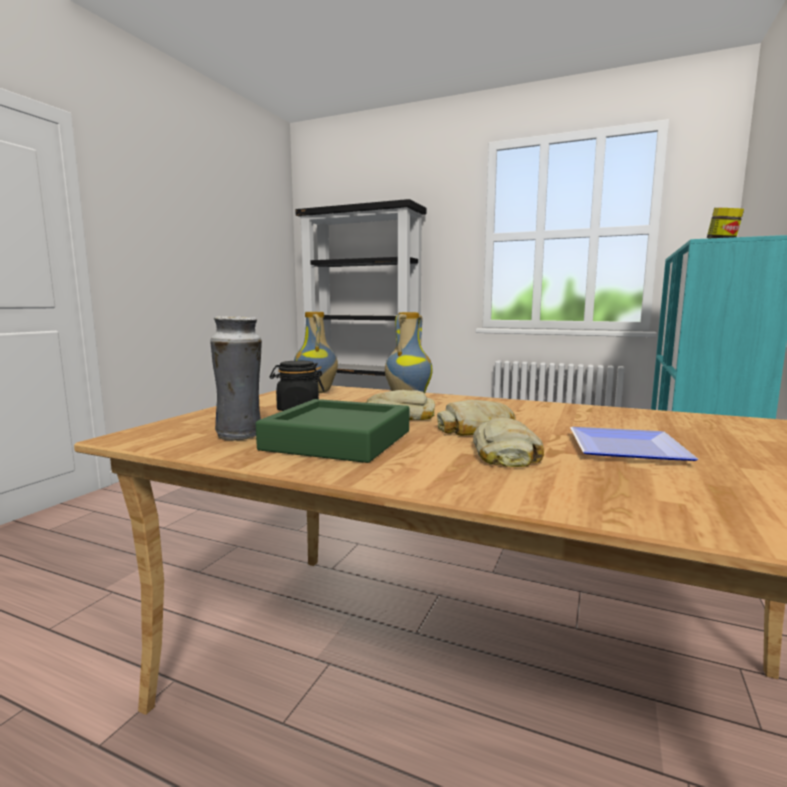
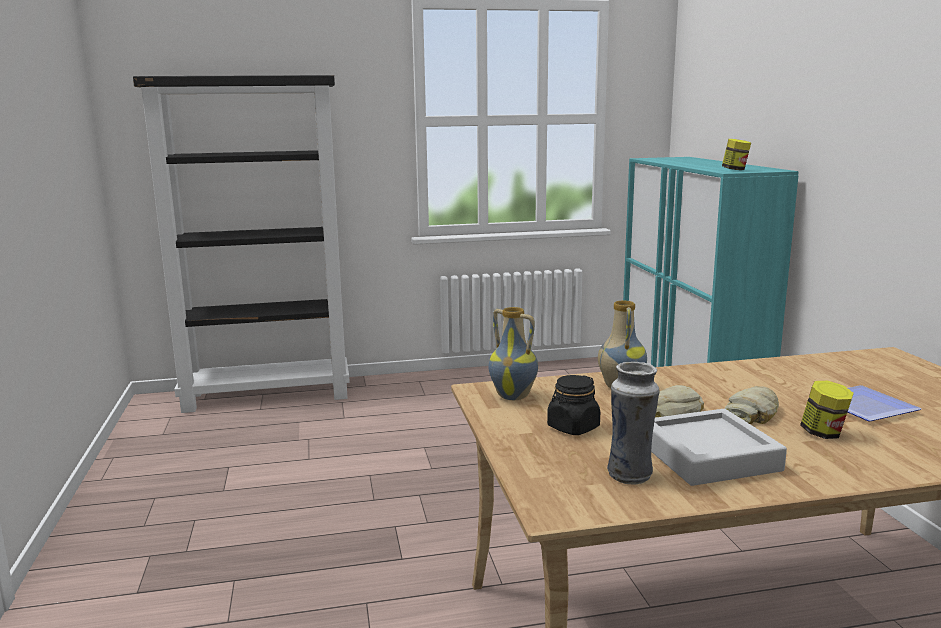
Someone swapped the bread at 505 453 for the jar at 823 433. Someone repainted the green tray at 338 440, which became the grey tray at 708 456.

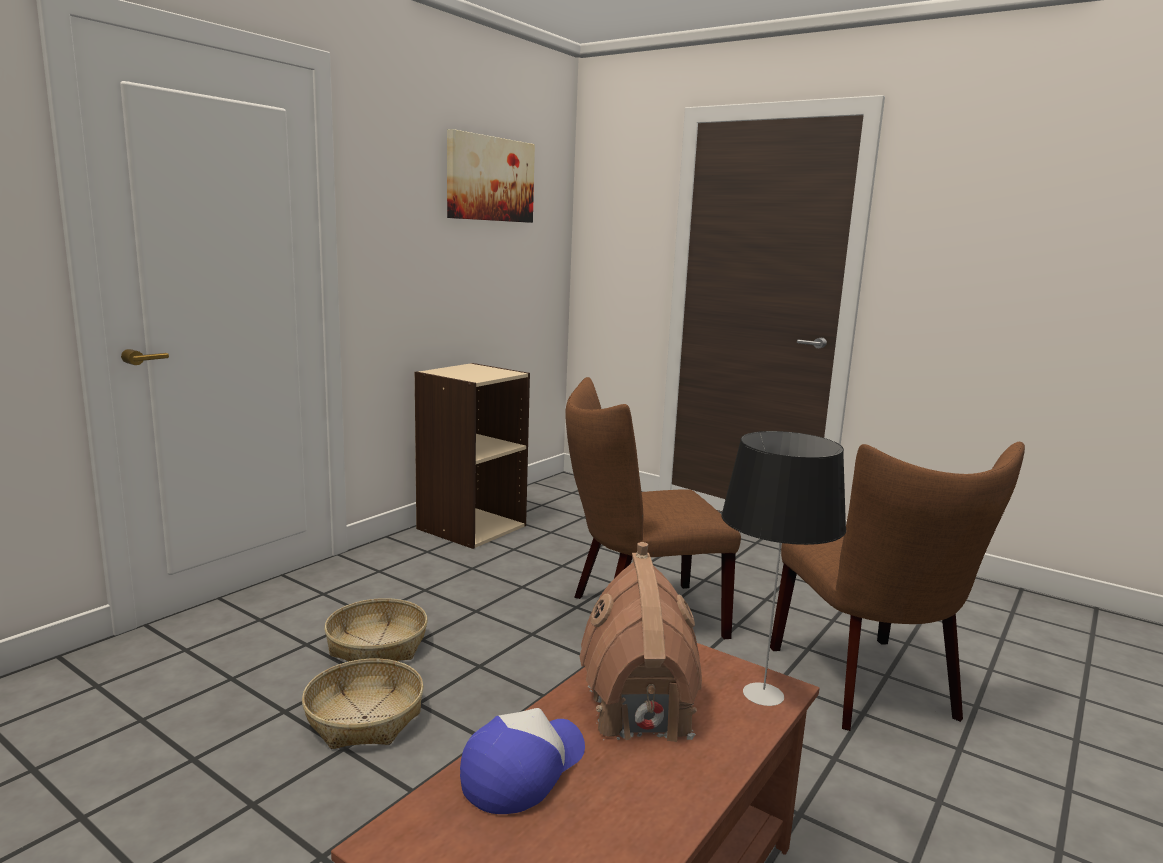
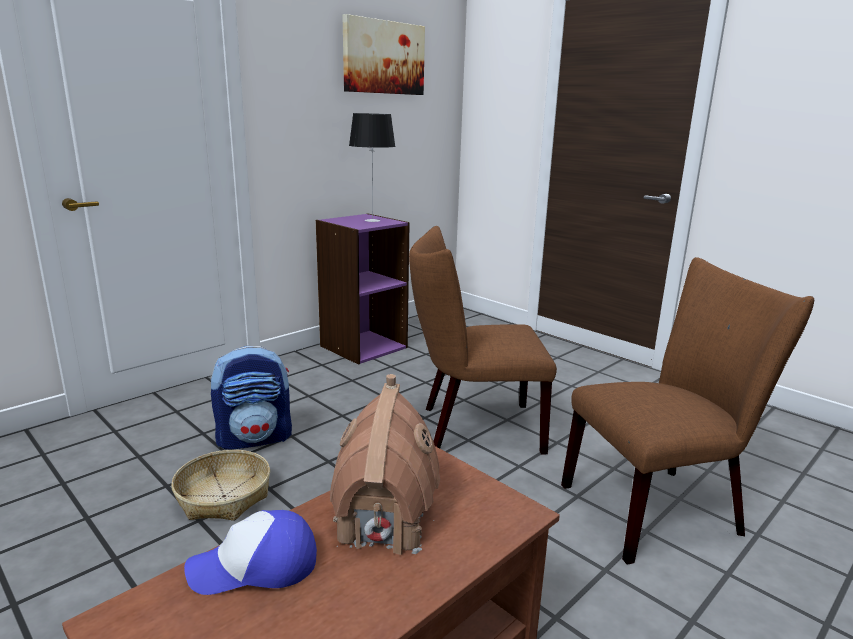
Someone carried the table lamp from 761 693 to 372 220. Someone swapped the basket at 377 645 for the backpack at 255 438. Someone repainted the beige bookcase at 471 527, which became the purple bookcase at 363 346. Someone rotated the cap at 523 769 by 150 degrees counterclockwise. Someone rotated the brown chair at 870 688 by 105 degrees counterclockwise.

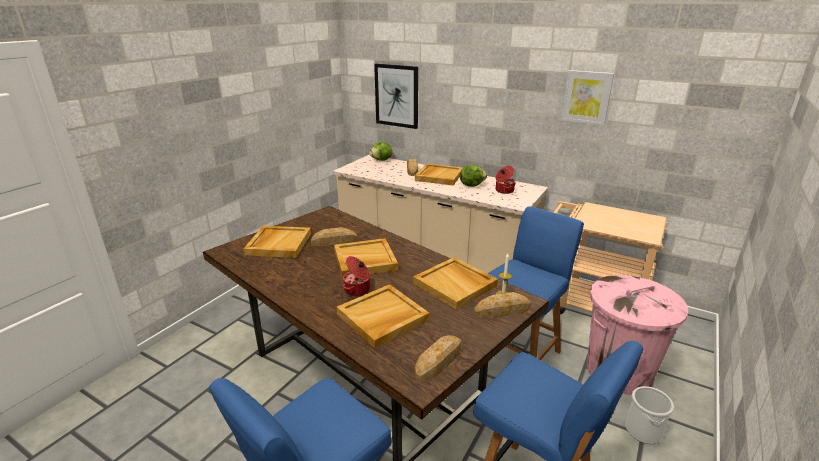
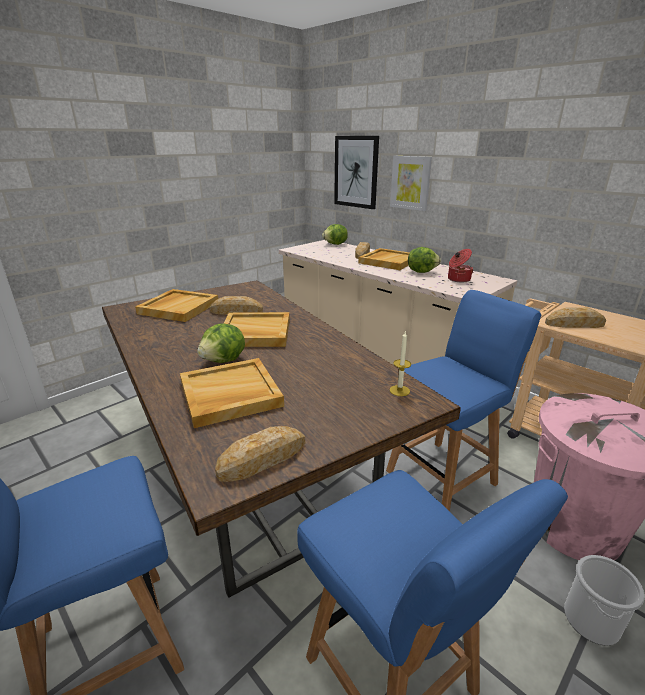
Someone took away the beige tray at 455 284. Someone carried the bread from 502 310 to 574 324. Someone carried the picture from 586 97 to 410 183. Someone swapped the cooking pot at 357 290 for the lettuce at 224 361.

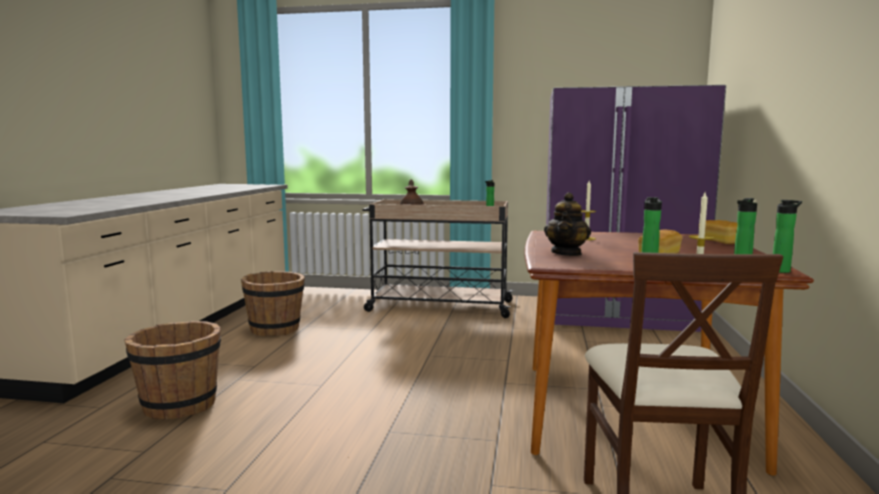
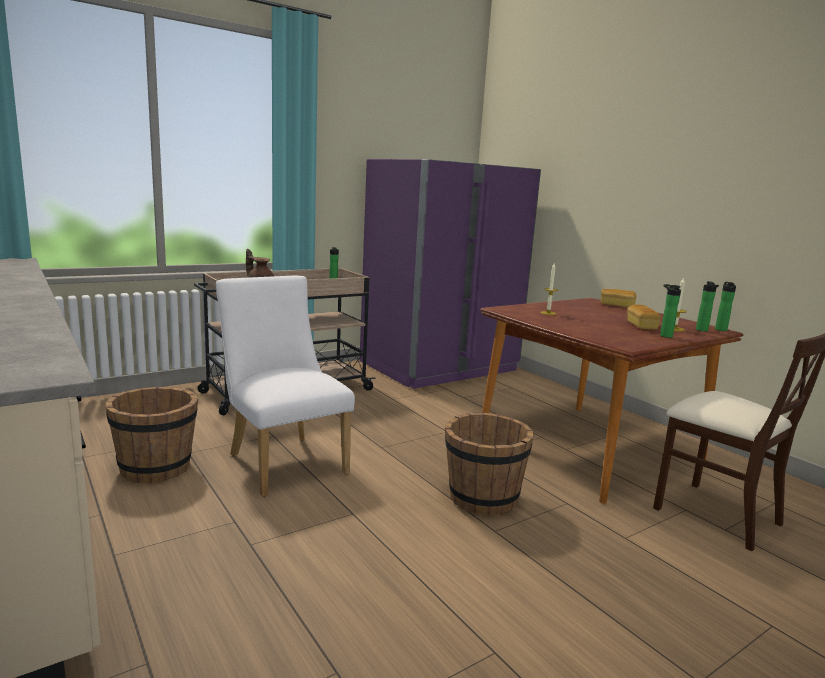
Someone took away the teapot at 567 253. Someone put down the white chair at 283 461. Someone carried the brown bucket from 179 405 to 482 498.

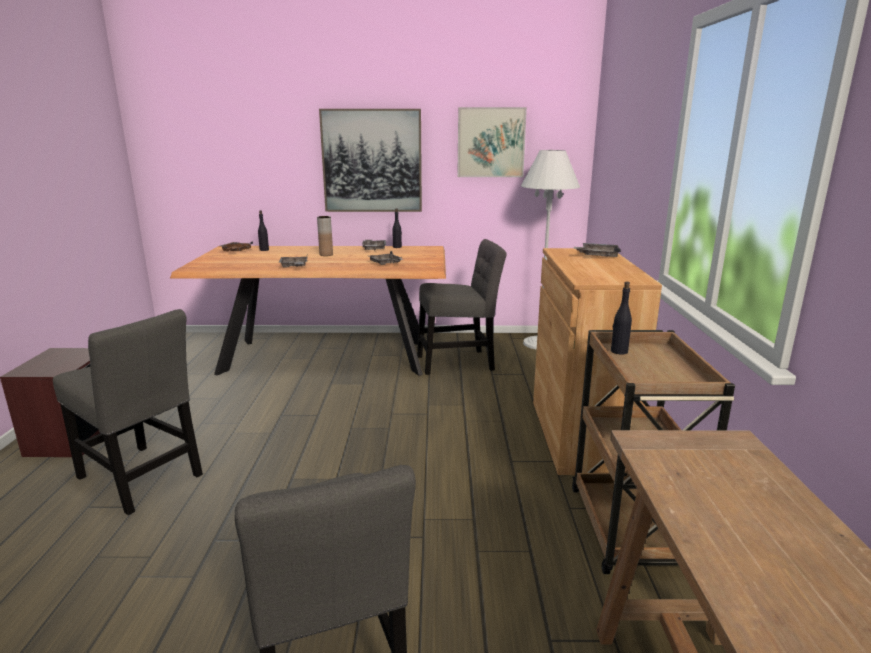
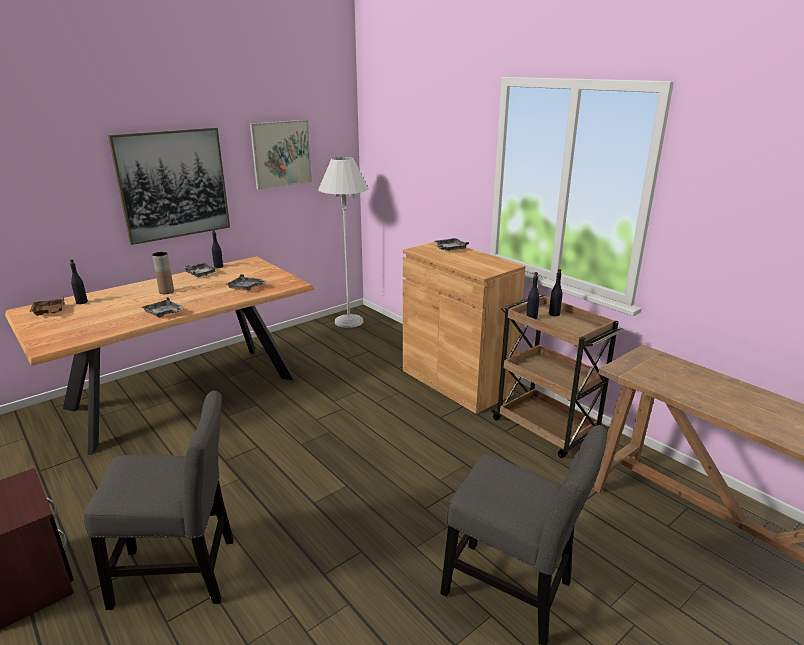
Someone took away the grey chair at 459 362. Someone put down the black bottle at 554 314.

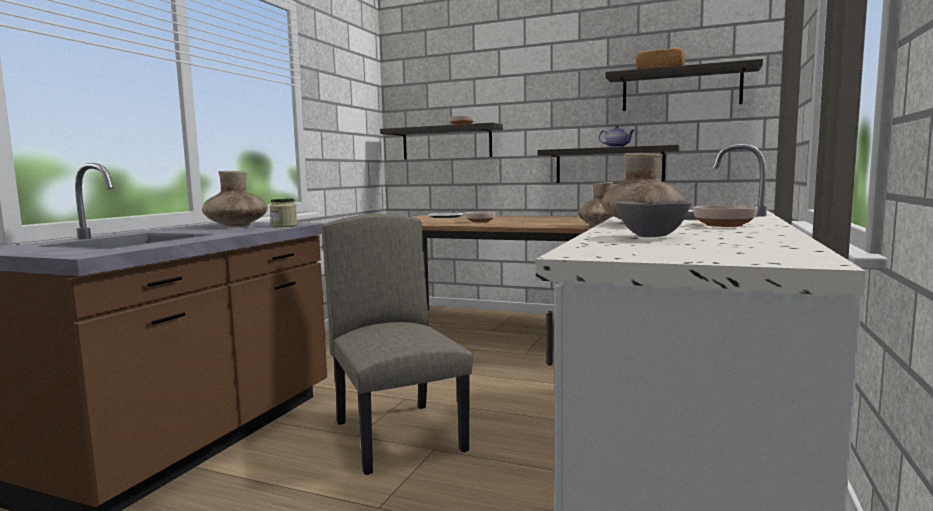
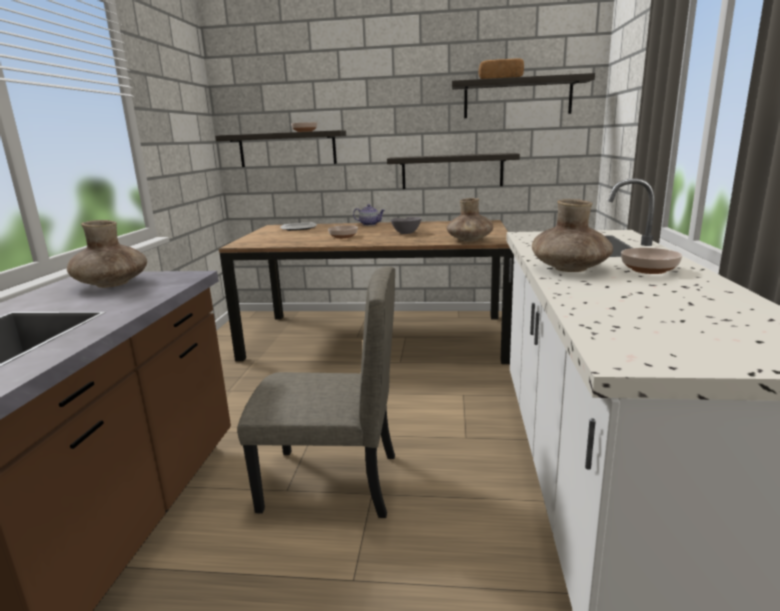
Someone took away the jar at 284 226. Someone carried the teapot from 617 147 to 370 224. Someone carried the grey bowl from 652 237 to 406 233. Someone rotated the beige chair at 399 436 by 135 degrees clockwise.

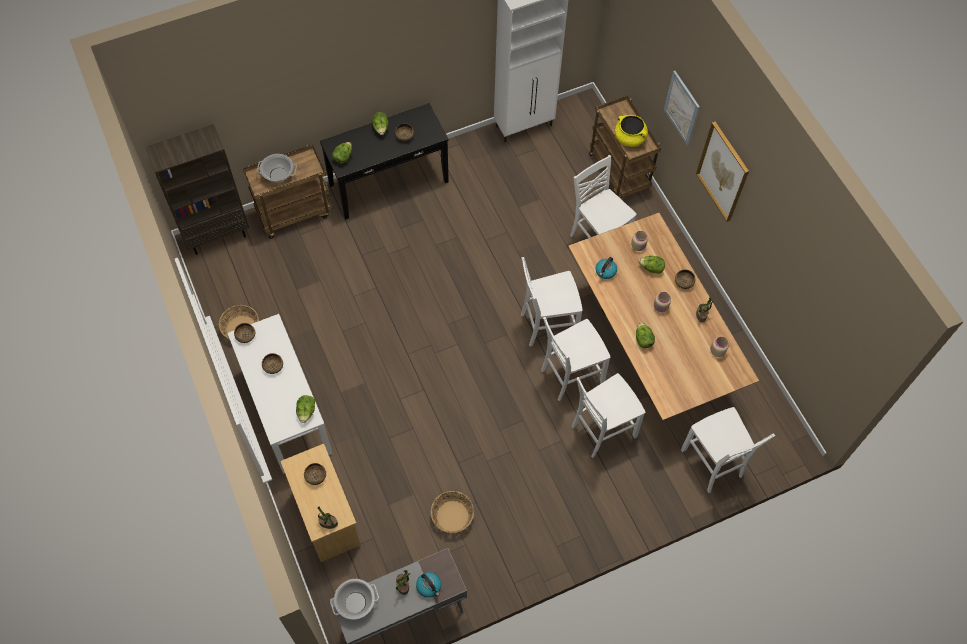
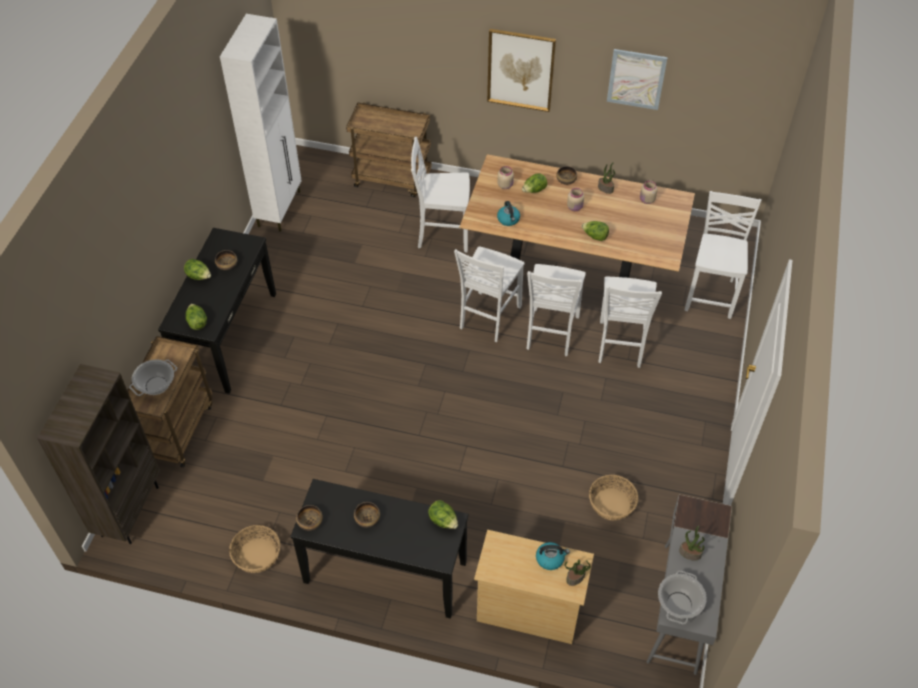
Someone took away the bowl at 315 476. Someone took away the yellow cooking pot at 630 138. Someone carried the kettle from 429 586 to 550 559. Someone carried the picture from 682 108 to 636 79. Someone repainted the white console table at 286 410, which became the black console table at 385 572. Someone rotated the white chair at 712 464 by 90 degrees counterclockwise.

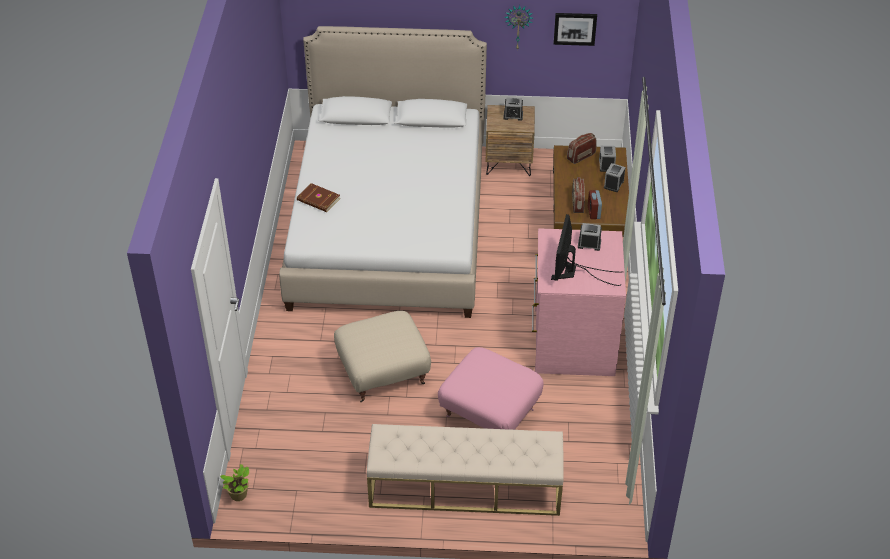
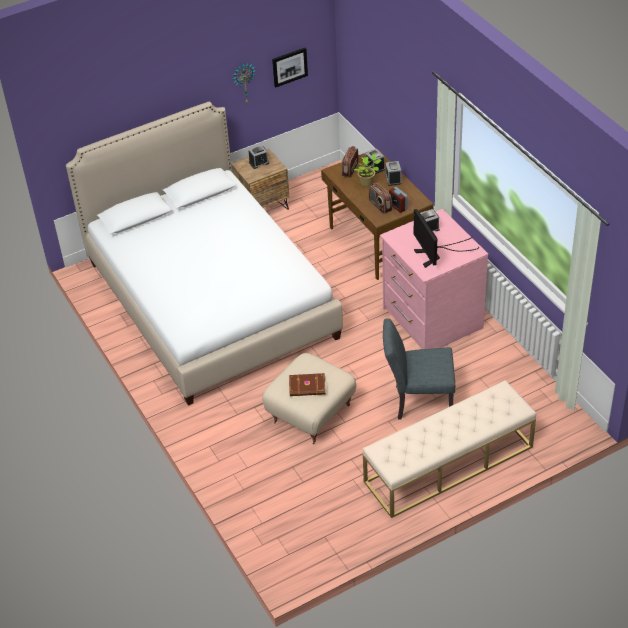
Someone carried the potted plant from 239 495 to 367 182. Someone carried the brown book from 318 200 to 307 387. Someone swapped the pink ottoman at 489 413 for the grey chair at 418 401.

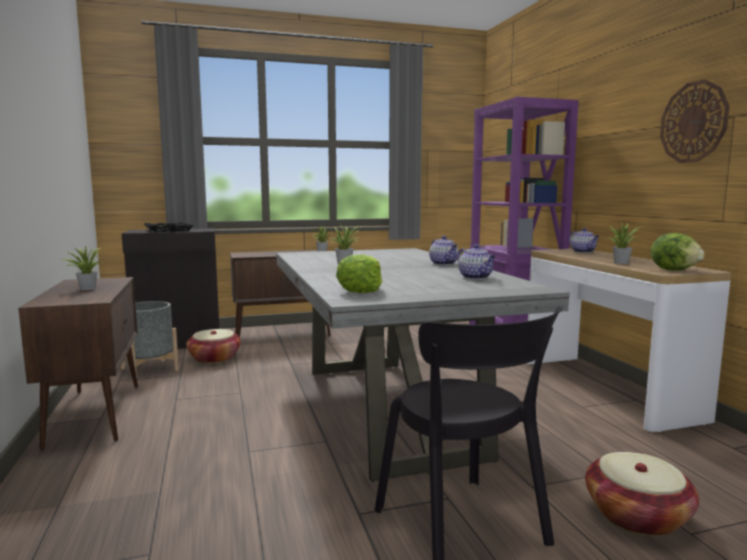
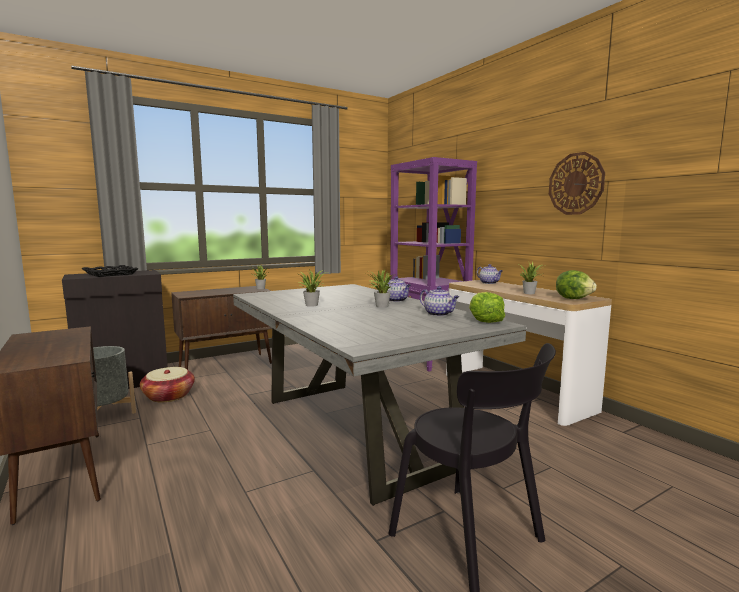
Someone took away the basket at 637 516. Someone carried the potted plant from 86 289 to 380 306. Someone carried the lettuce from 361 290 to 484 320.

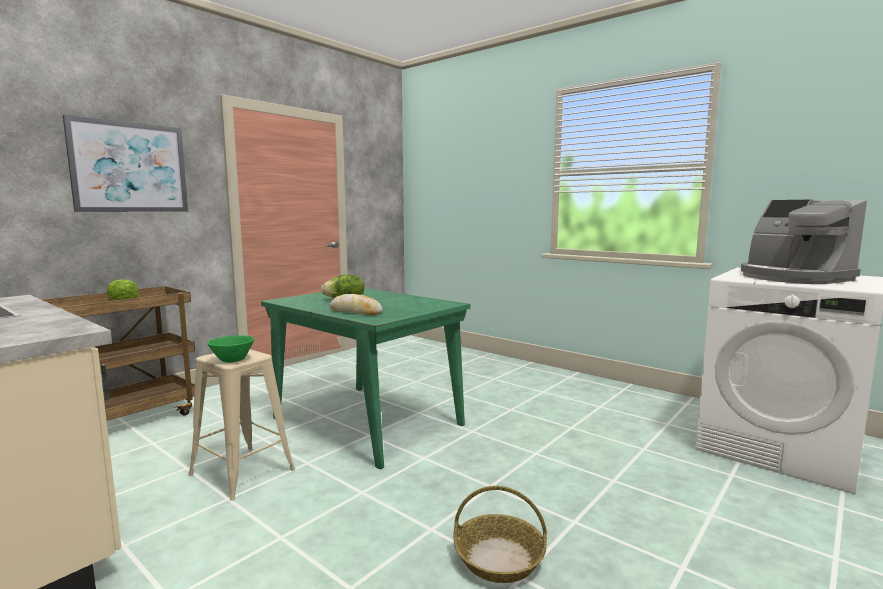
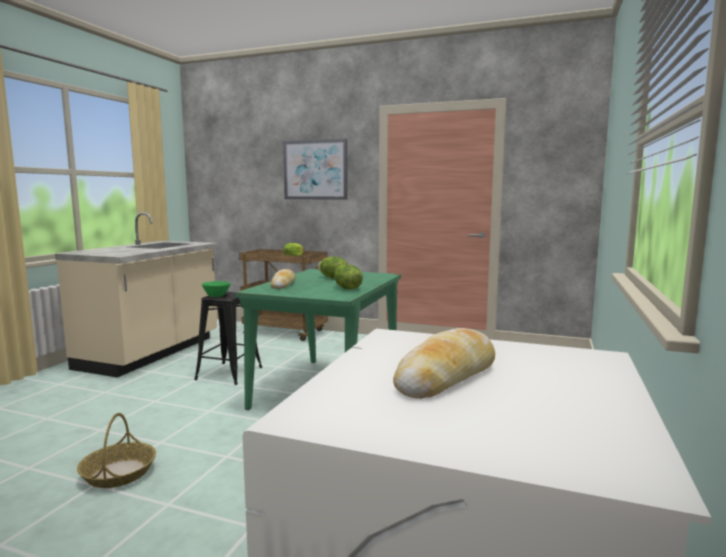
Someone put down the lettuce at 346 288. Someone swapped the coffee machine at 793 278 for the bread at 446 376. Someone repainted the beige stool at 242 472, which became the black stool at 229 373.

